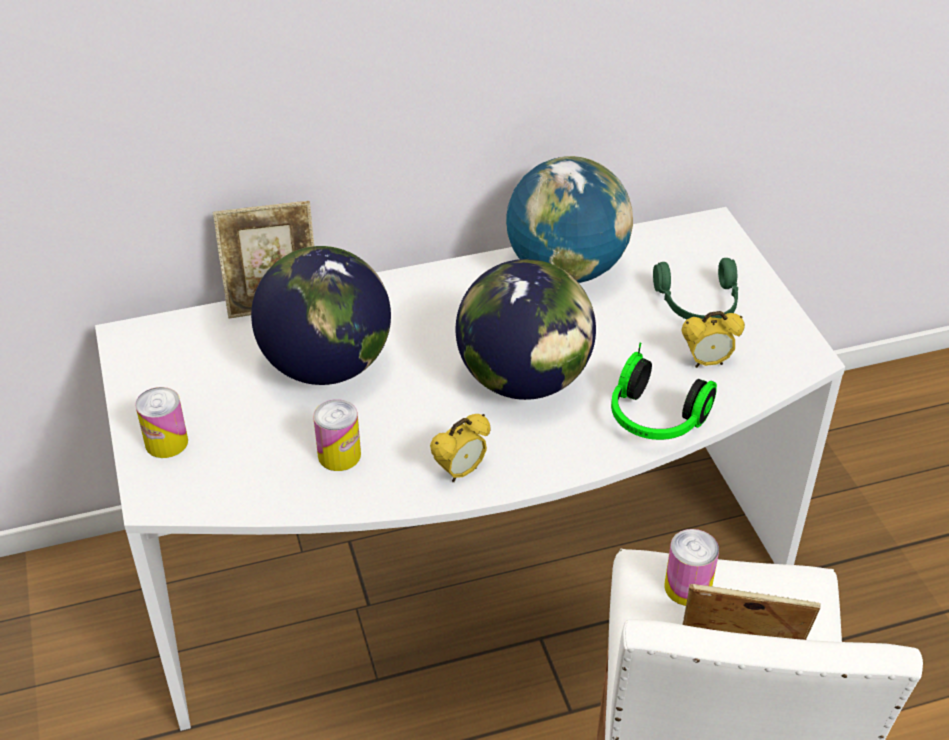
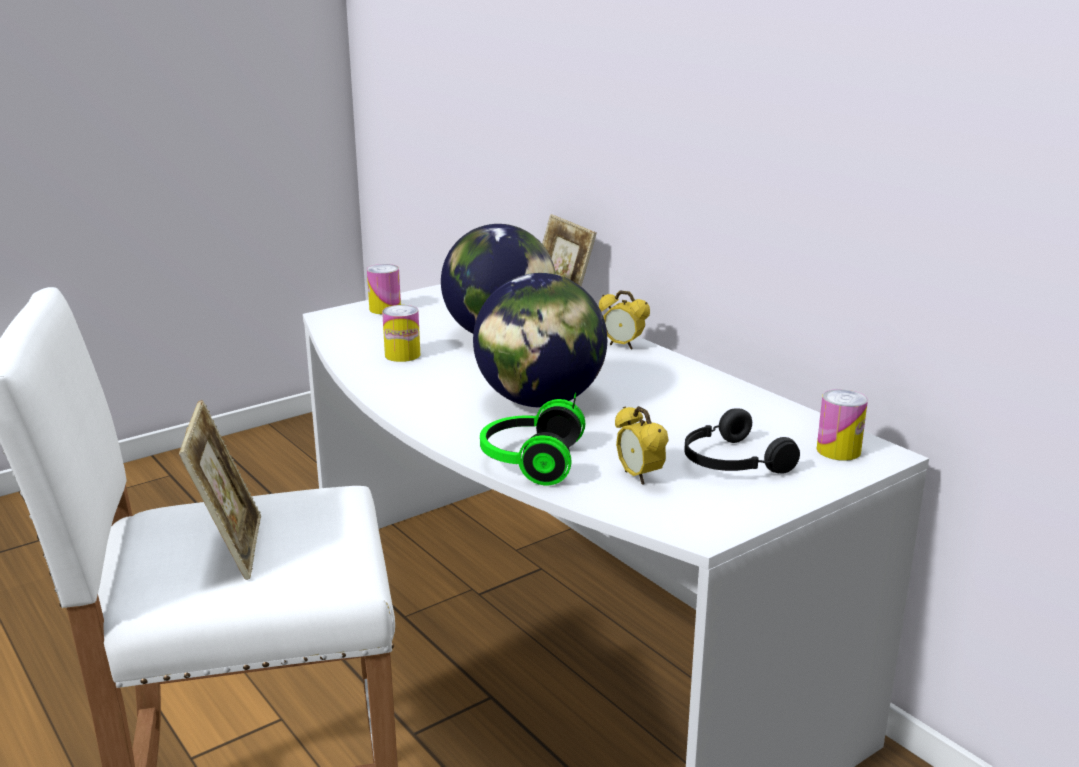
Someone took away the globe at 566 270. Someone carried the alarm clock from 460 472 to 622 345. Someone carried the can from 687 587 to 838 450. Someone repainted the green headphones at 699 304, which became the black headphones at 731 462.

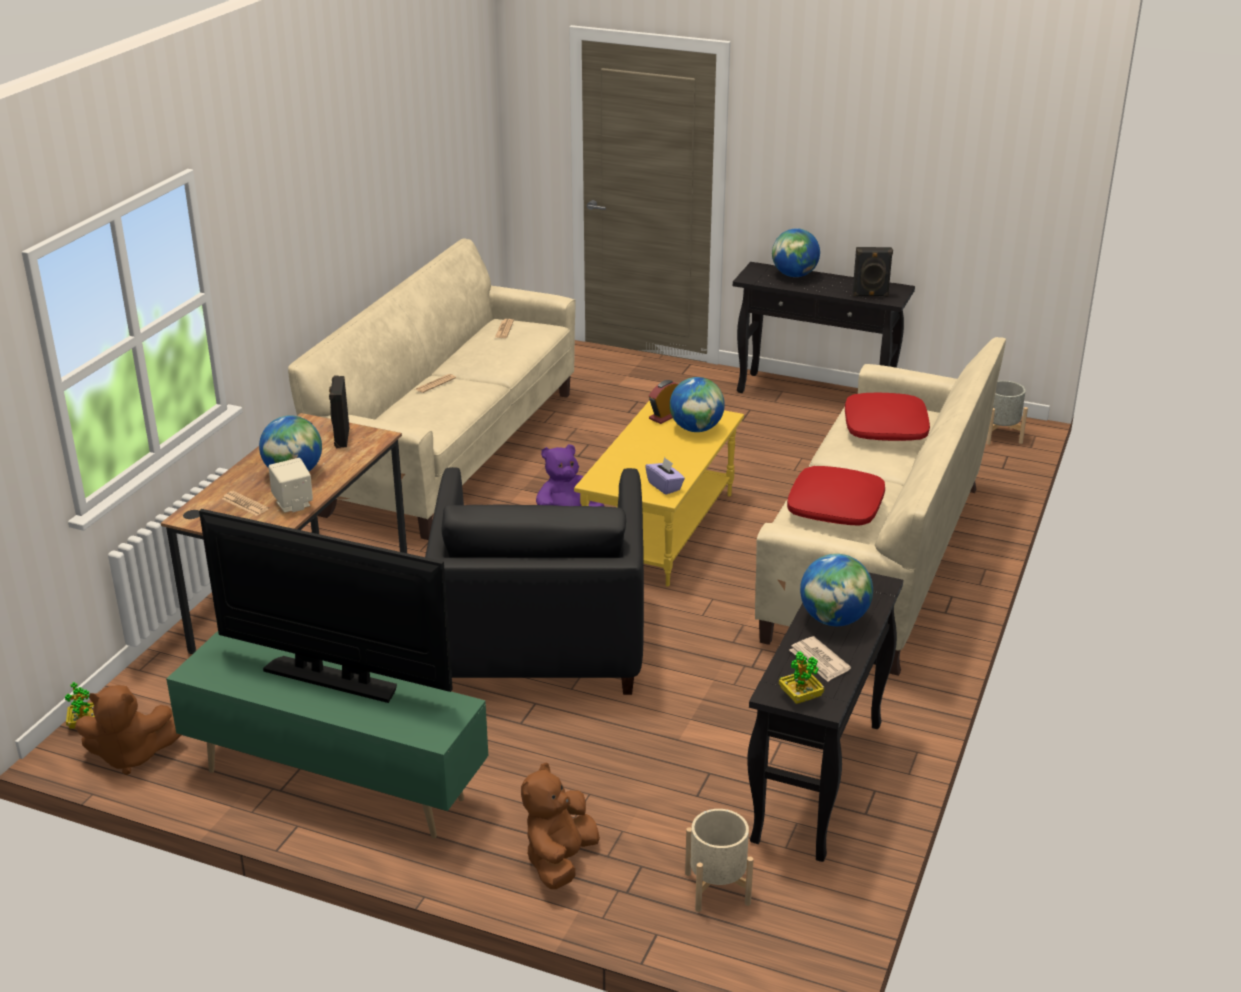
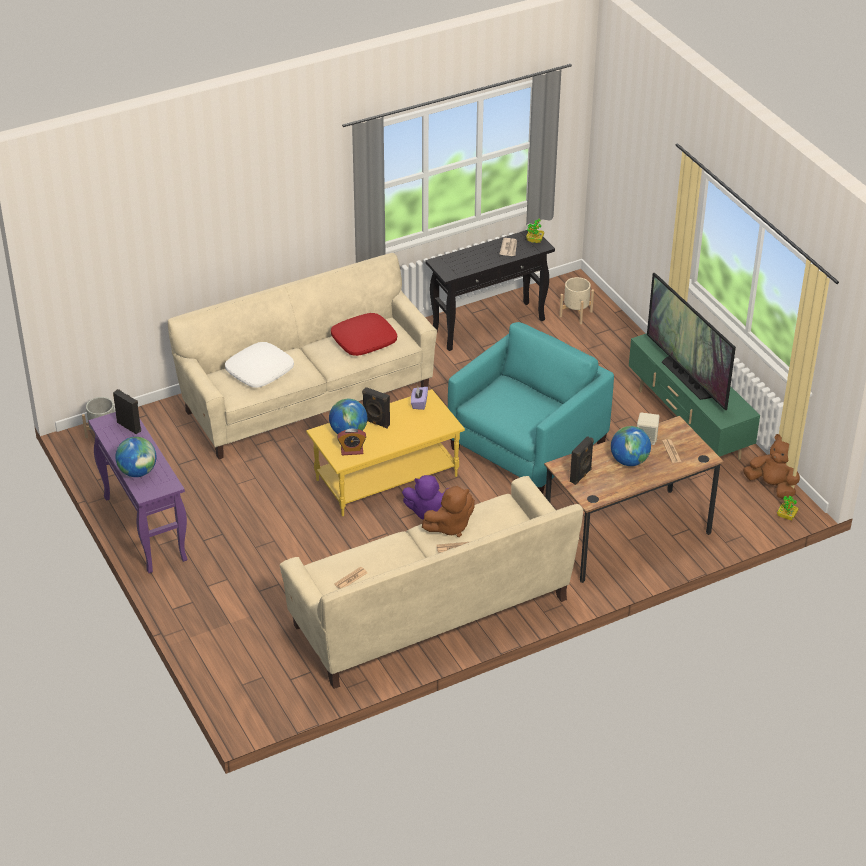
Someone took away the globe at 834 620. Someone put down the black speaker at 376 423. Someone carried the brown plush toy from 560 861 to 450 526. Someone repainted the black armchair at 541 640, which became the turquoise armchair at 527 446. Someone repainted the black console table at 817 395, which became the purple console table at 144 528. Someone repainted the red pillow at 886 428, which became the white pillow at 259 371.

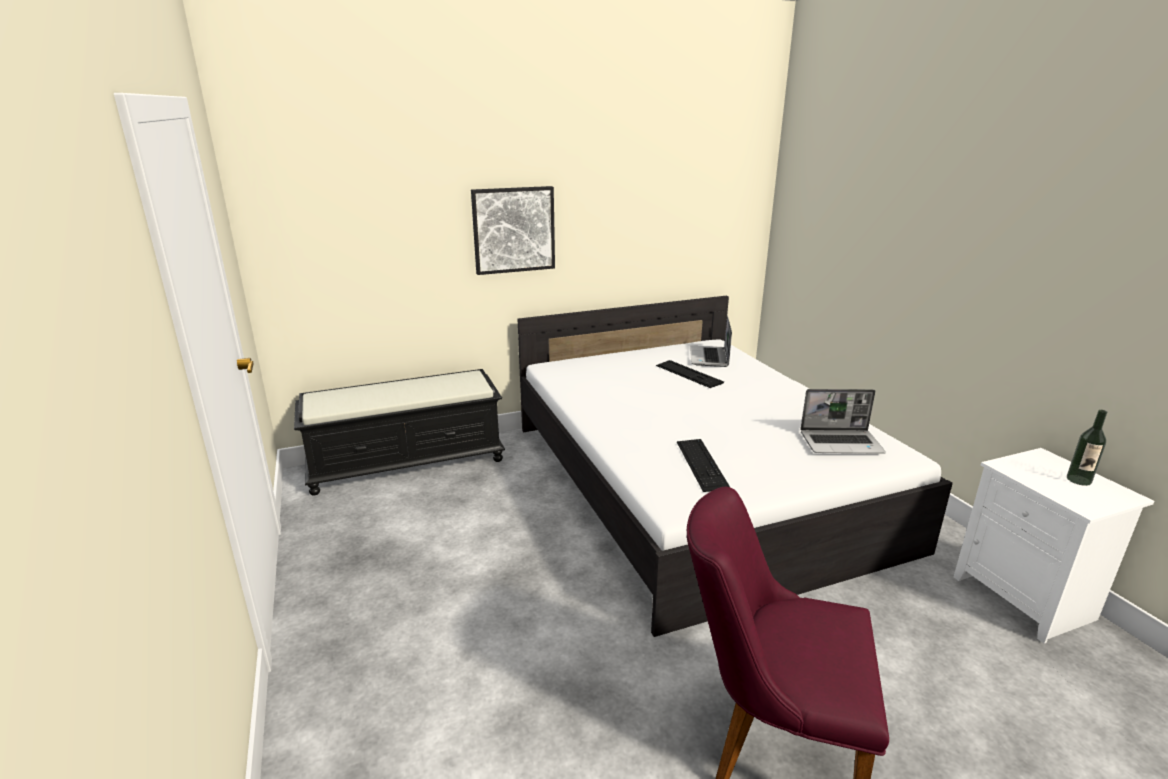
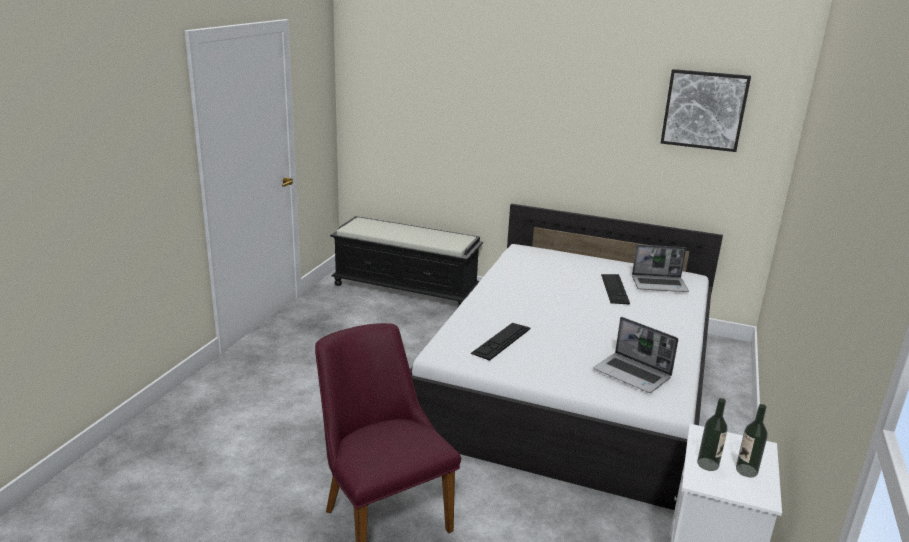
Someone put down the bottle at 708 464. Someone carried the picture from 513 230 to 704 110. Someone rotated the laptop at 709 357 by 135 degrees counterclockwise.

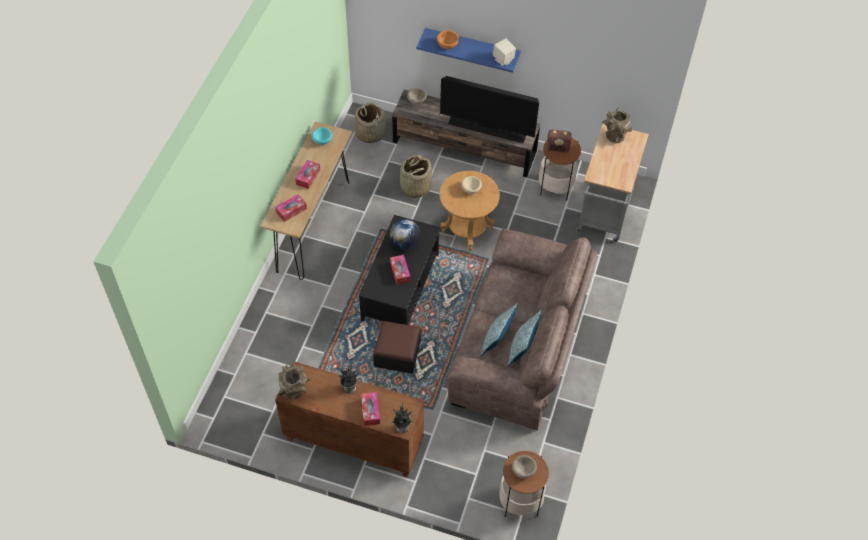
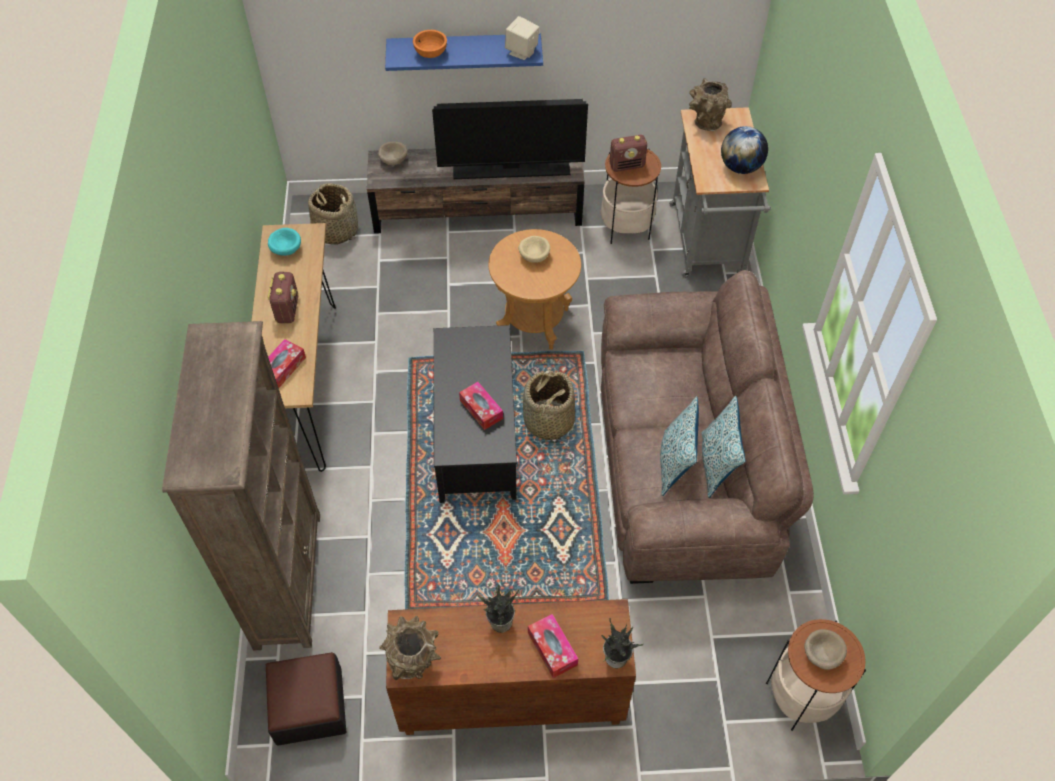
Someone put down the brown bookcase at 288 579. Someone carried the ottoman from 397 353 to 309 706. Someone carried the globe from 405 243 to 740 167. Someone carried the basket from 415 187 to 548 421. Someone swapped the tissue box at 308 177 for the radio at 287 309.

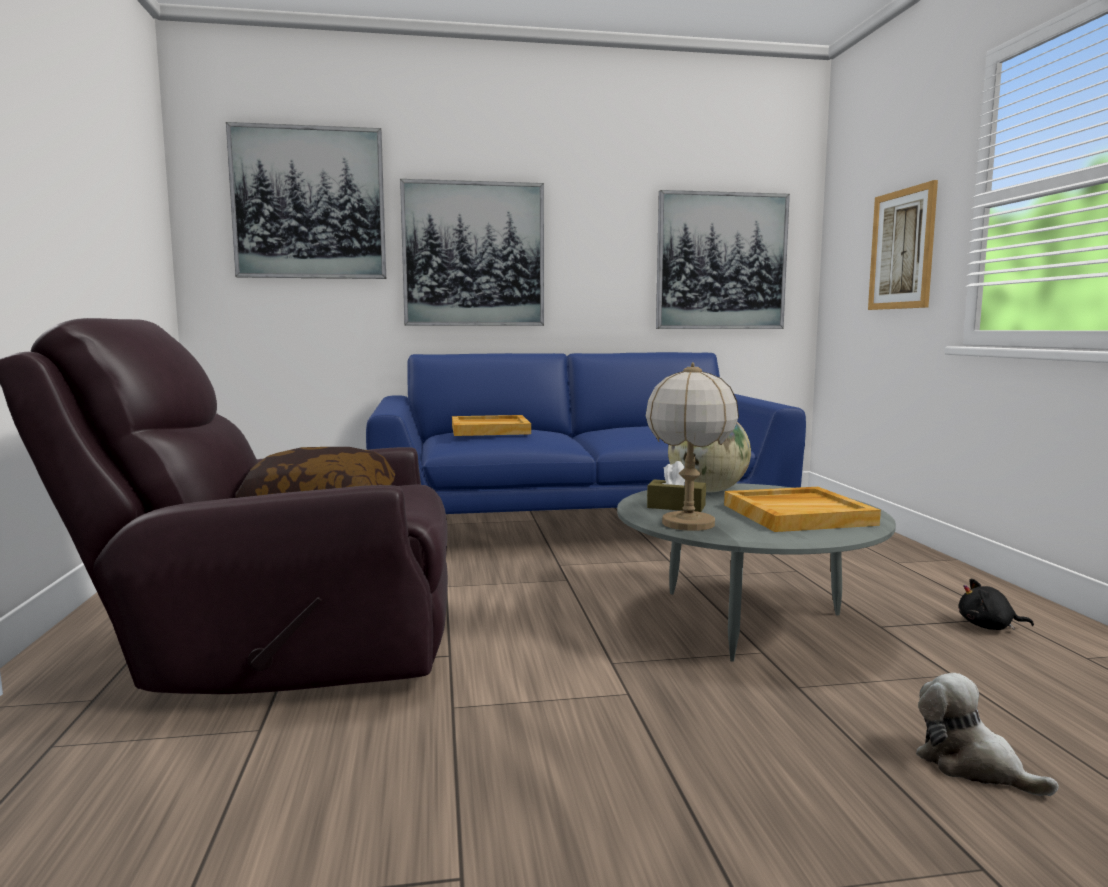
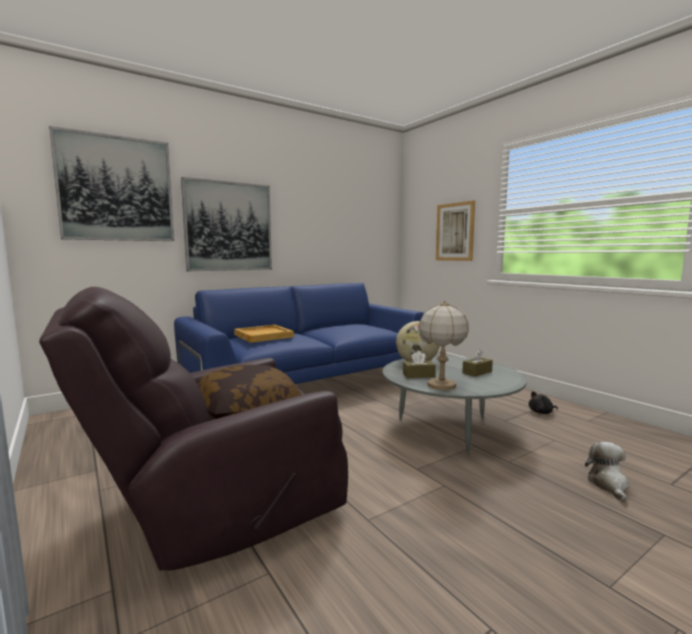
Someone took away the picture at 721 261. Someone swapped the beige tray at 798 514 for the brown tissue box at 477 372. Someone rotated the plush toy at 972 765 by 75 degrees clockwise.

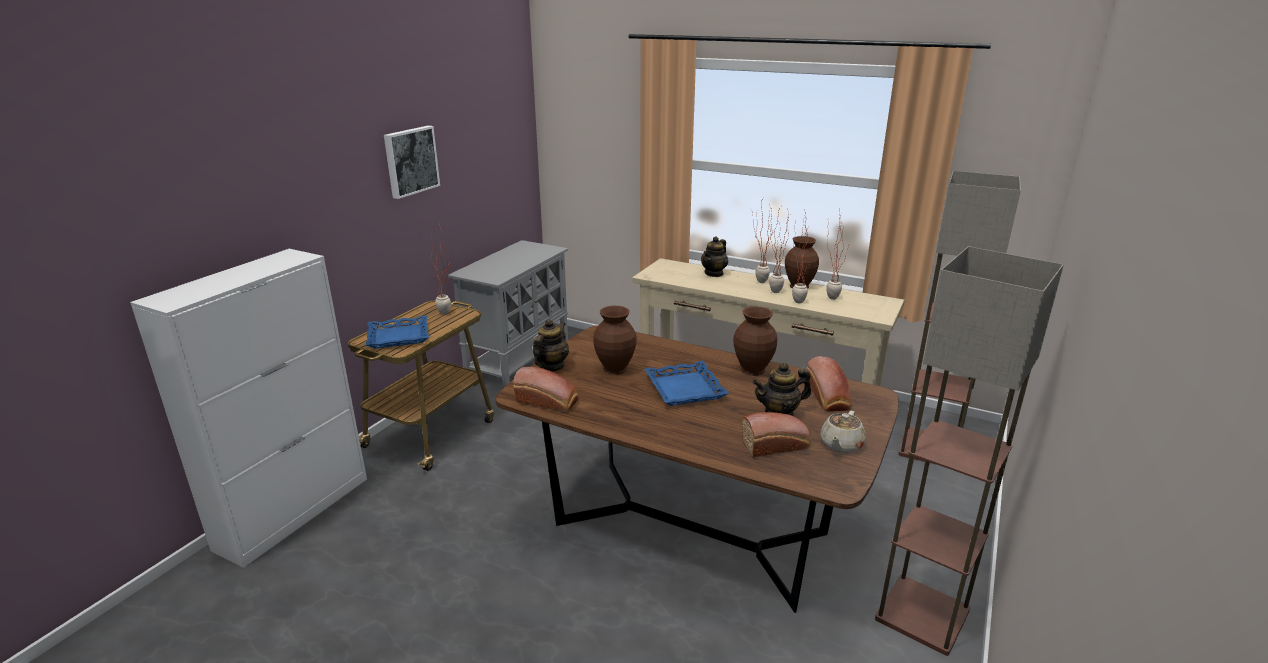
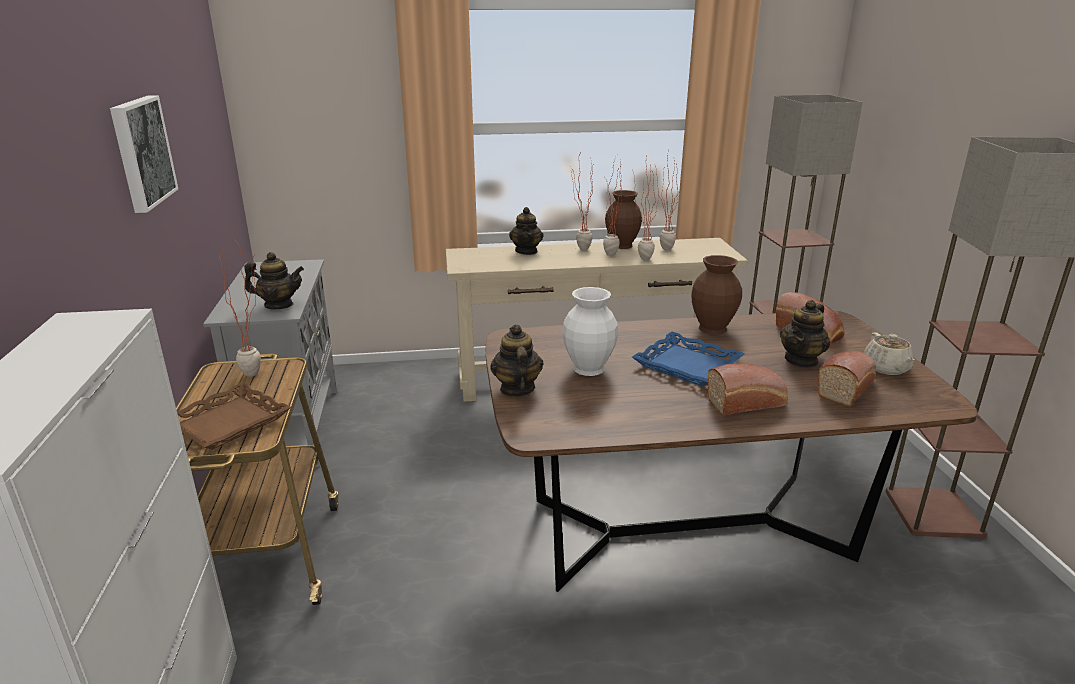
Someone put down the teapot at 279 305. Someone carried the bread from 548 401 to 747 403. Someone repainted the blue tray at 398 337, which became the brown tray at 228 423. Someone repainted the brown vase at 614 368, which became the white vase at 587 368.

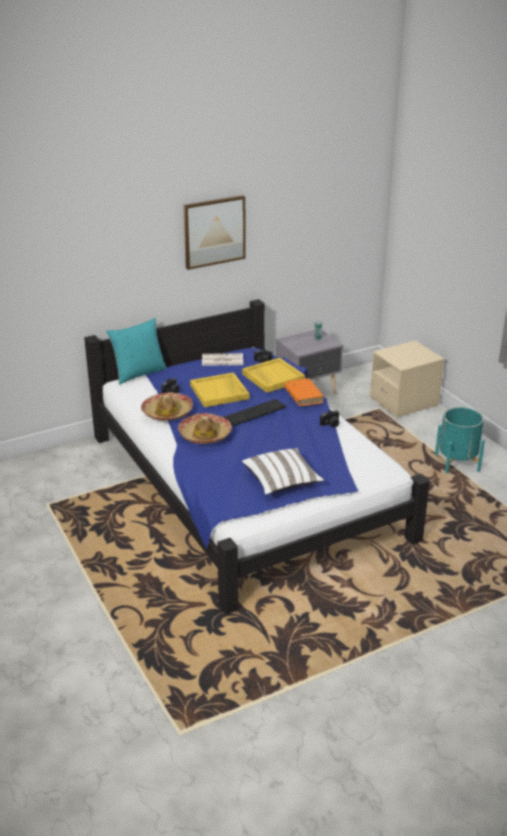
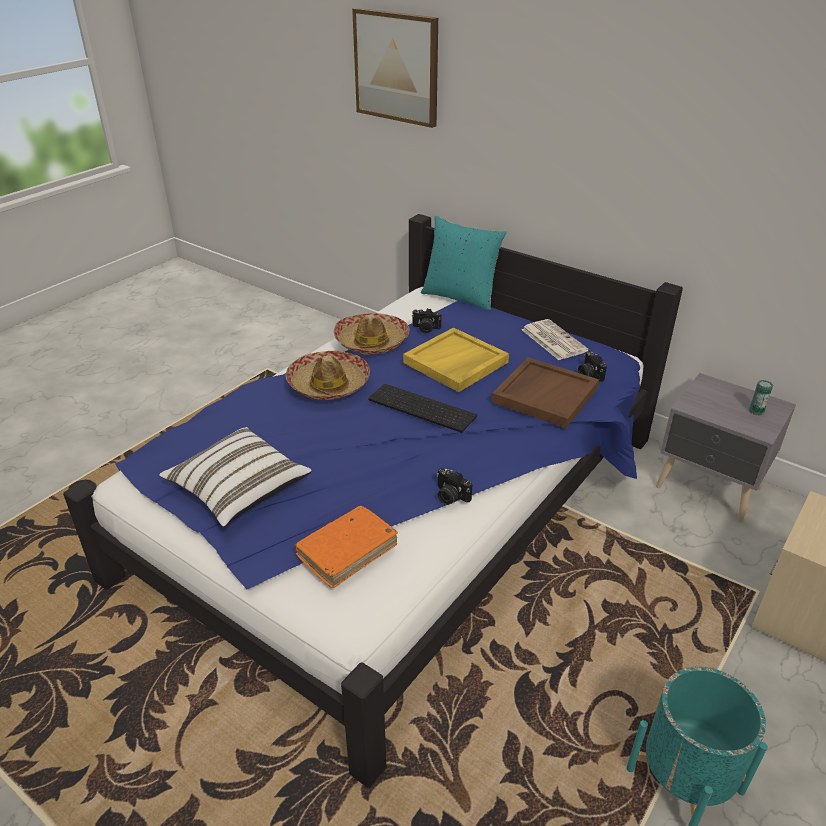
Someone carried the picture from 214 231 to 397 67. Someone carried the orange book from 303 396 to 347 551. Someone repainted the yellow tray at 272 377, which became the brown tray at 544 394.

